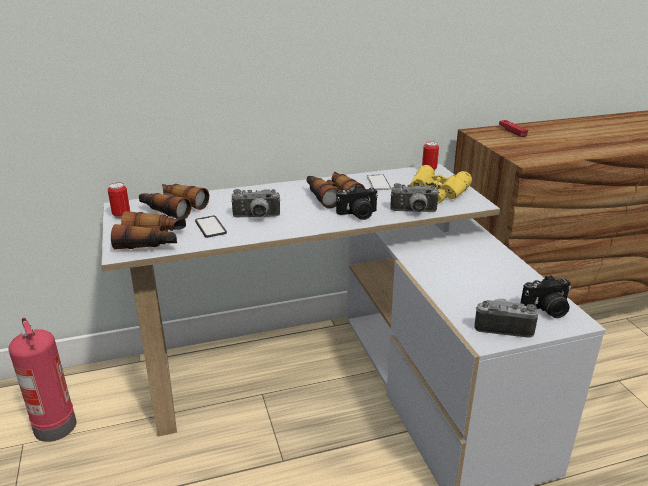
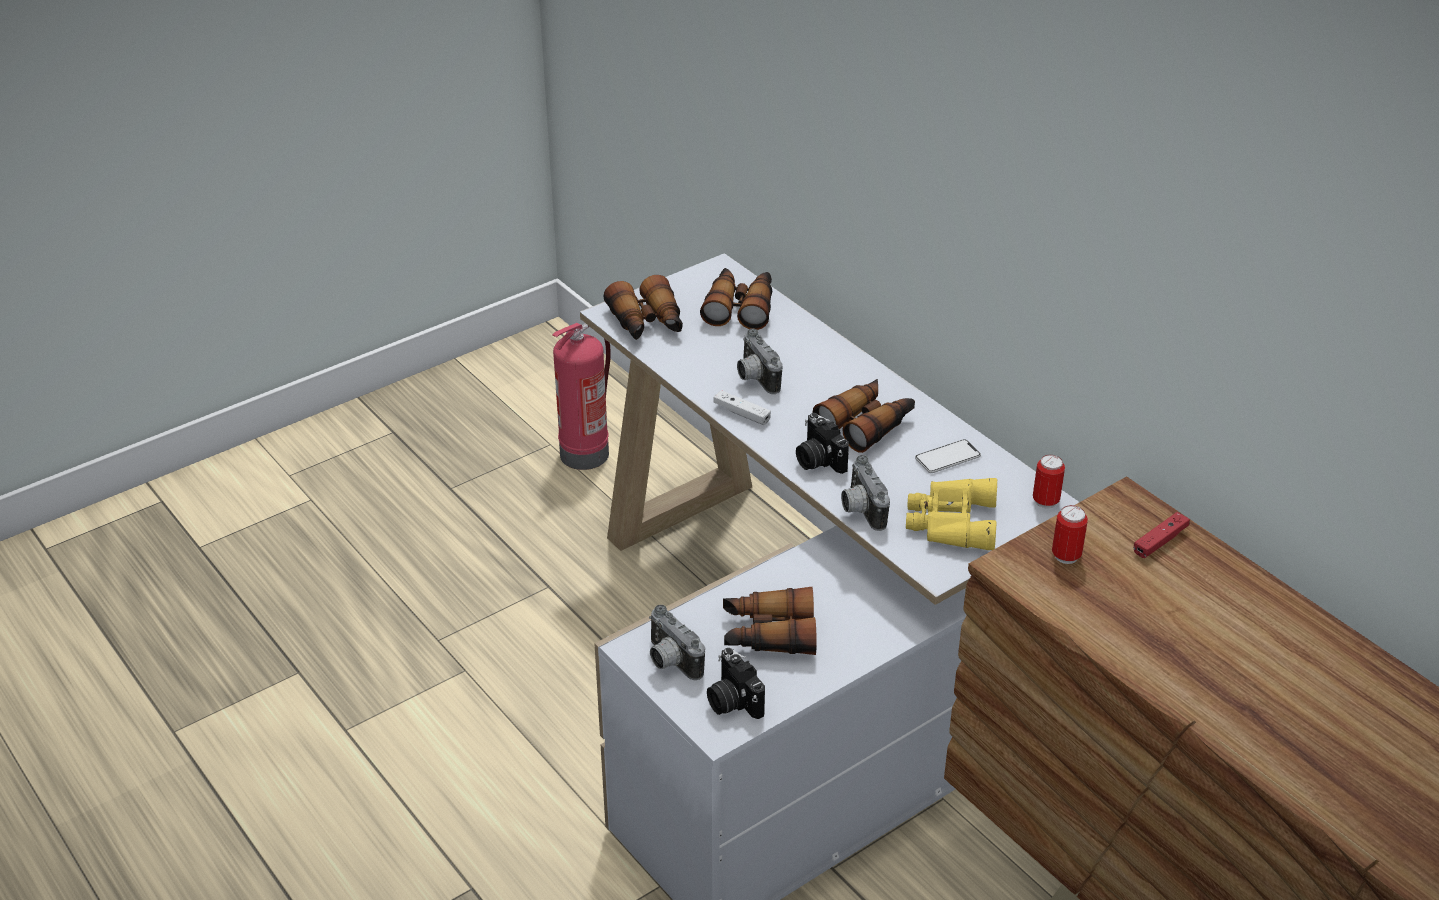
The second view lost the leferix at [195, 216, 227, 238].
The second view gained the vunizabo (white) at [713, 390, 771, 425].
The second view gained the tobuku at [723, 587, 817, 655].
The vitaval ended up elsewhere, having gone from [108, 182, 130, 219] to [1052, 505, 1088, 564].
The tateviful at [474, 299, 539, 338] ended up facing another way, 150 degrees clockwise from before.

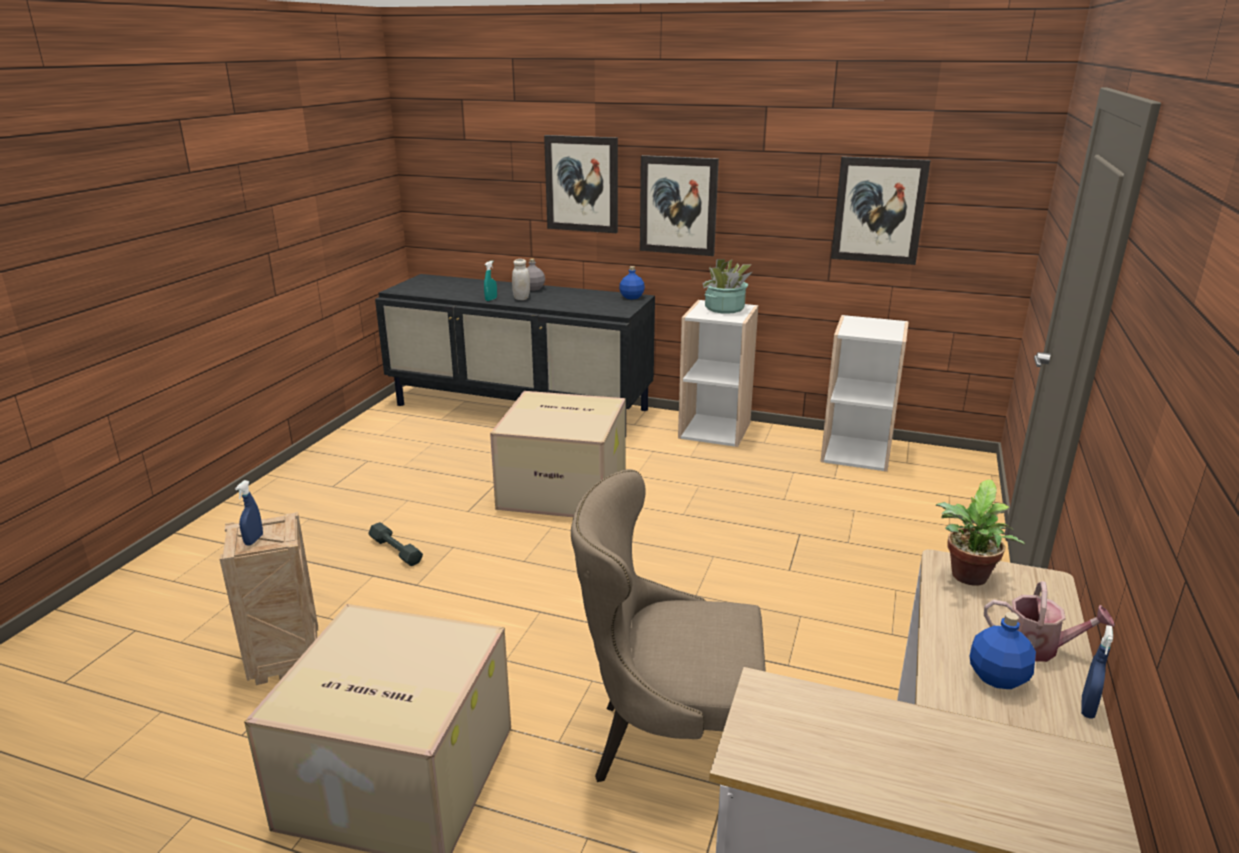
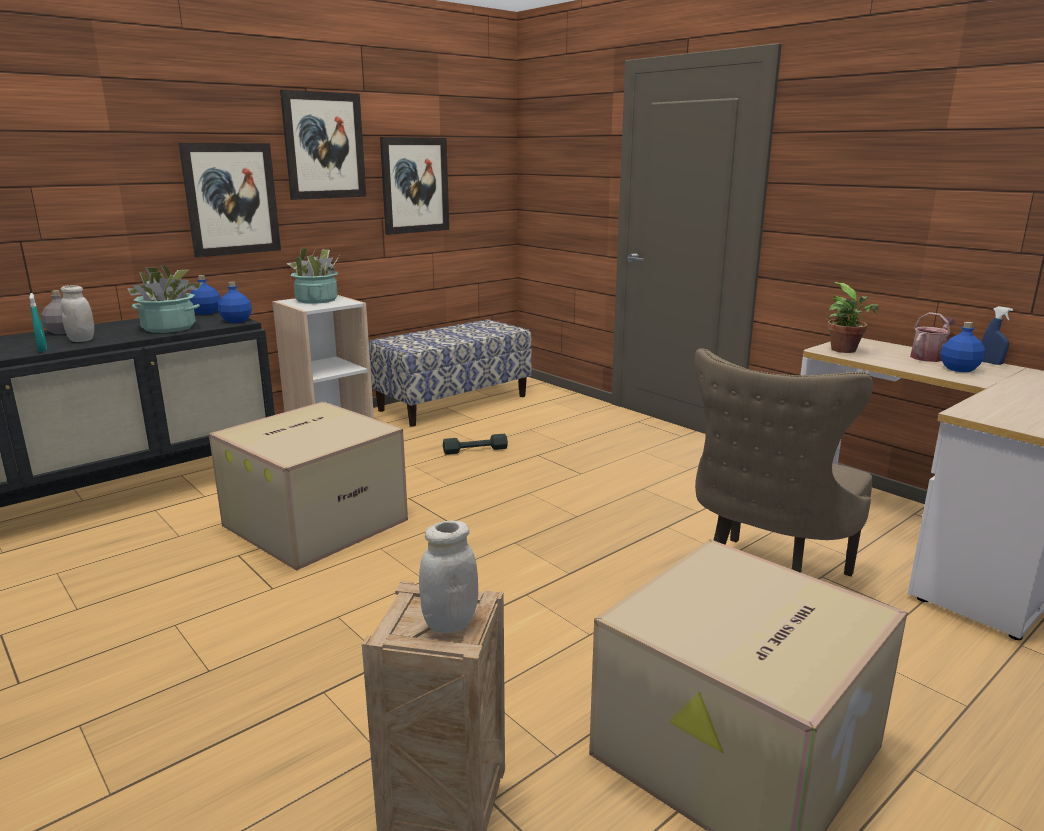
The second view gained the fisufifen at [127, 265, 204, 333].
The second view gained the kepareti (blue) at [218, 282, 252, 323].
The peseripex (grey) ended up elsewhere, having gone from [368, 522, 423, 566] to [443, 434, 508, 455].
The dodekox ended up elsewhere, having gone from [544, 135, 618, 233] to [280, 90, 366, 200].
Where the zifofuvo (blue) stood at [235, 480, 263, 545], the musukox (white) came to stand at [419, 520, 478, 633].
Where the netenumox stood at [820, 315, 909, 472], the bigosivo came to stand at [369, 319, 532, 427].

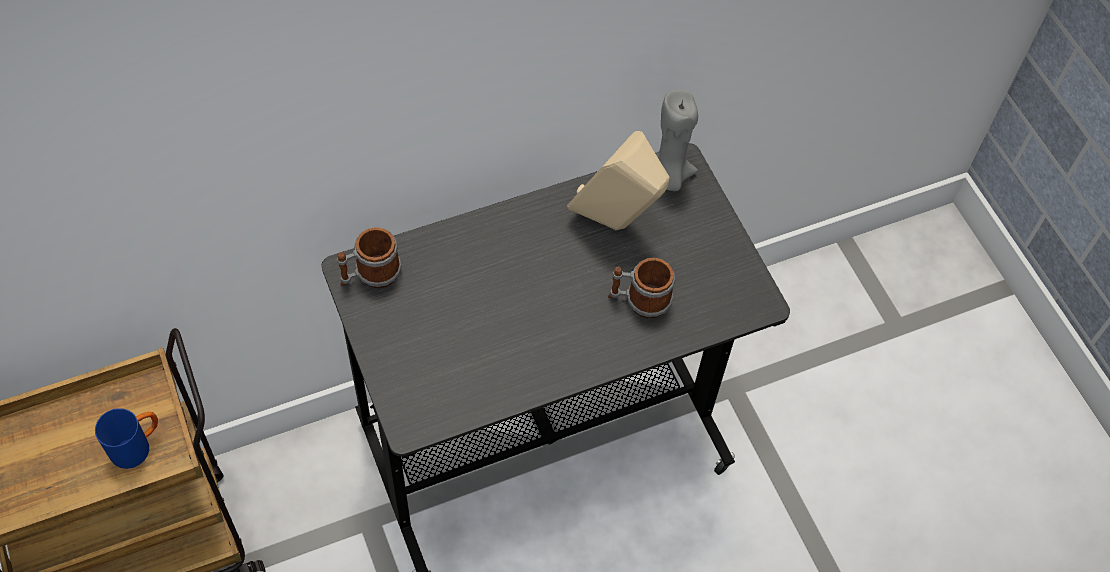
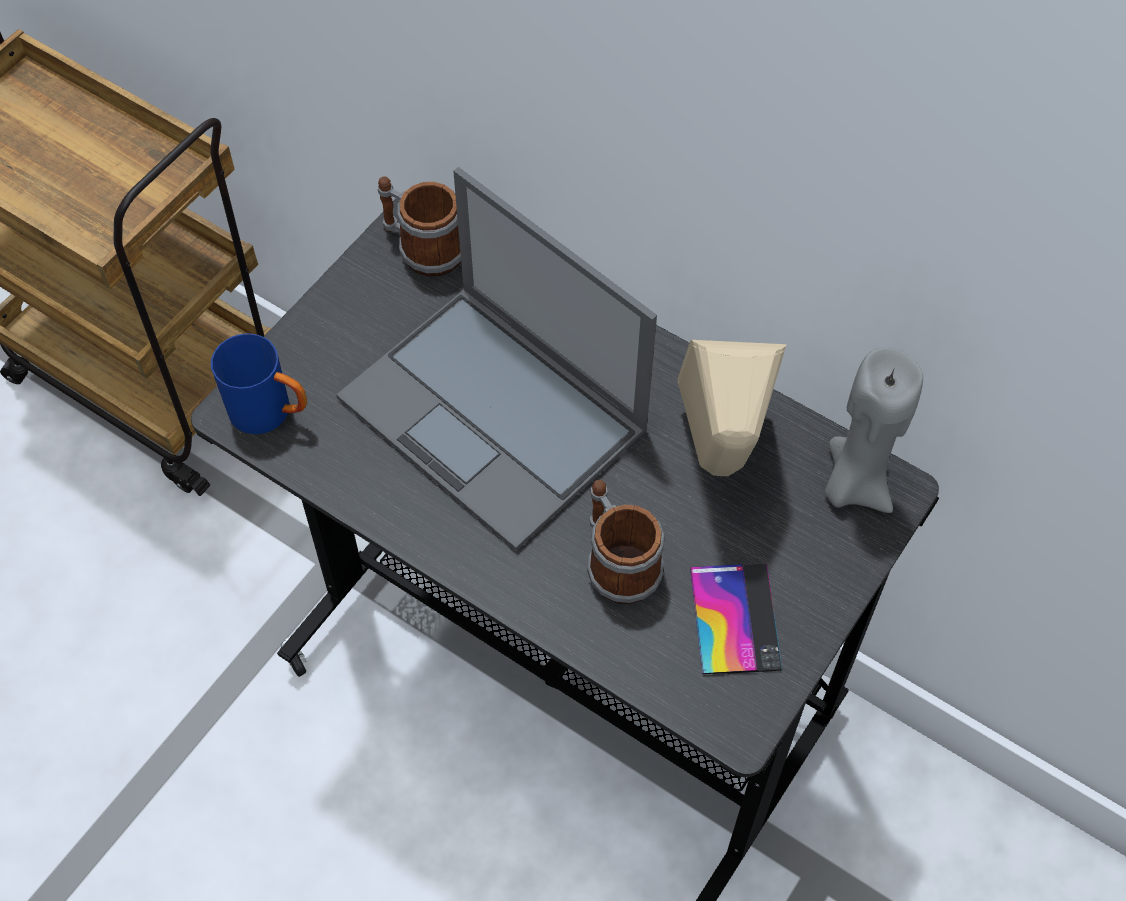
The second view gained the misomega at [336, 167, 657, 551].
The second view gained the leferix at [690, 564, 782, 674].
The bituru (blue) ended up elsewhere, having gone from [95, 408, 158, 469] to [211, 333, 307, 434].

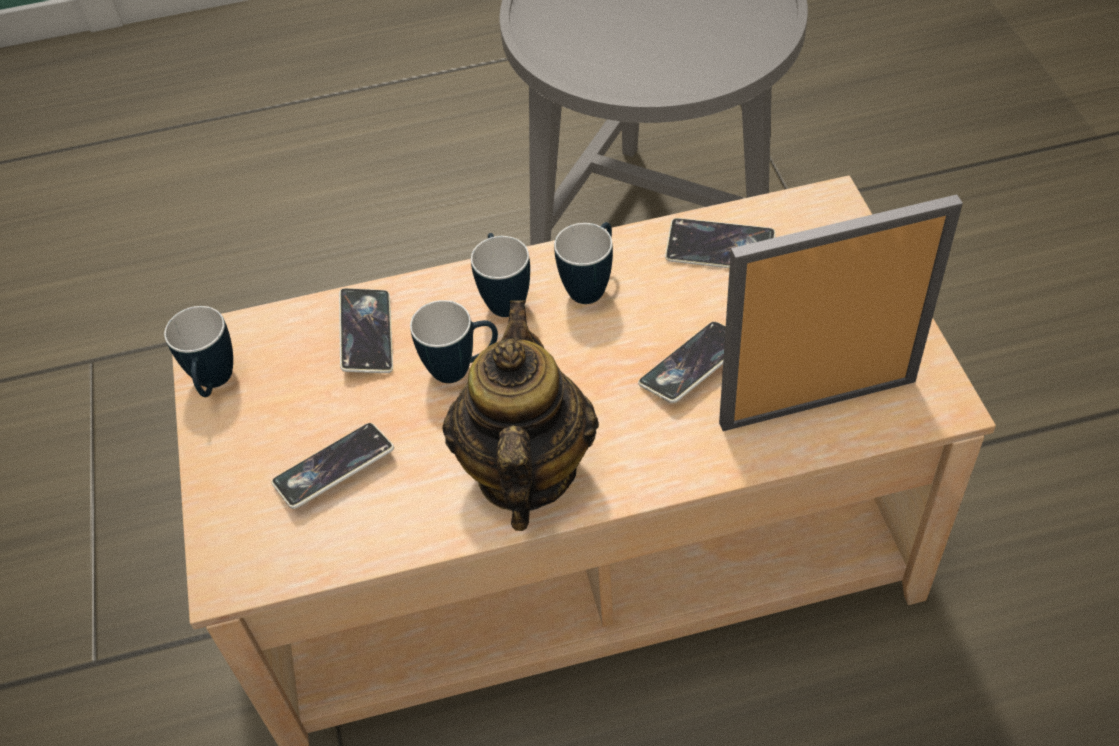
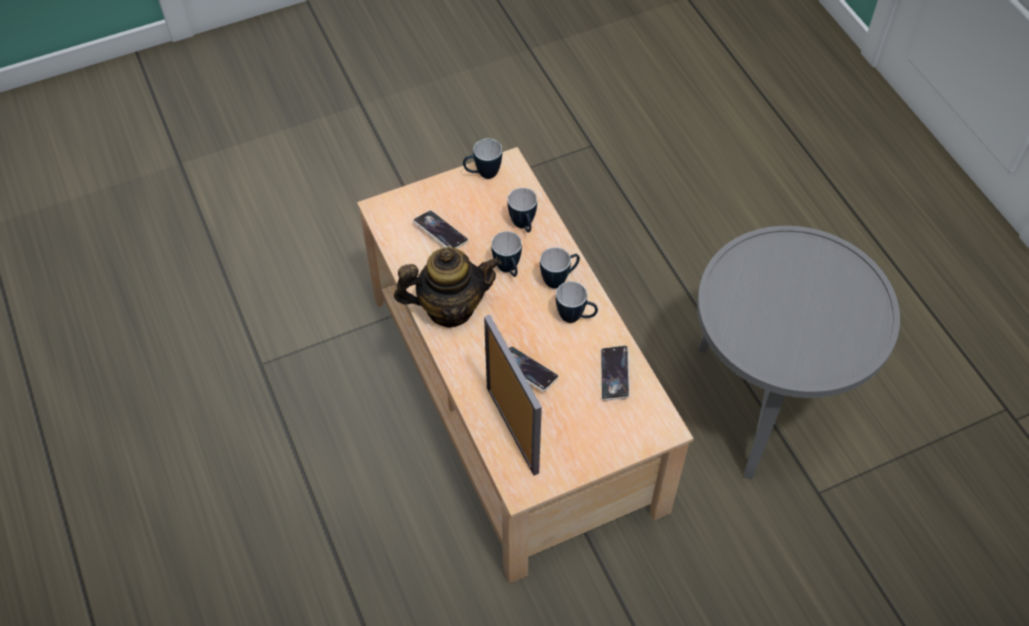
Where the leferix stood at [339, 288, 393, 373], the bituru came to stand at [508, 188, 537, 233].

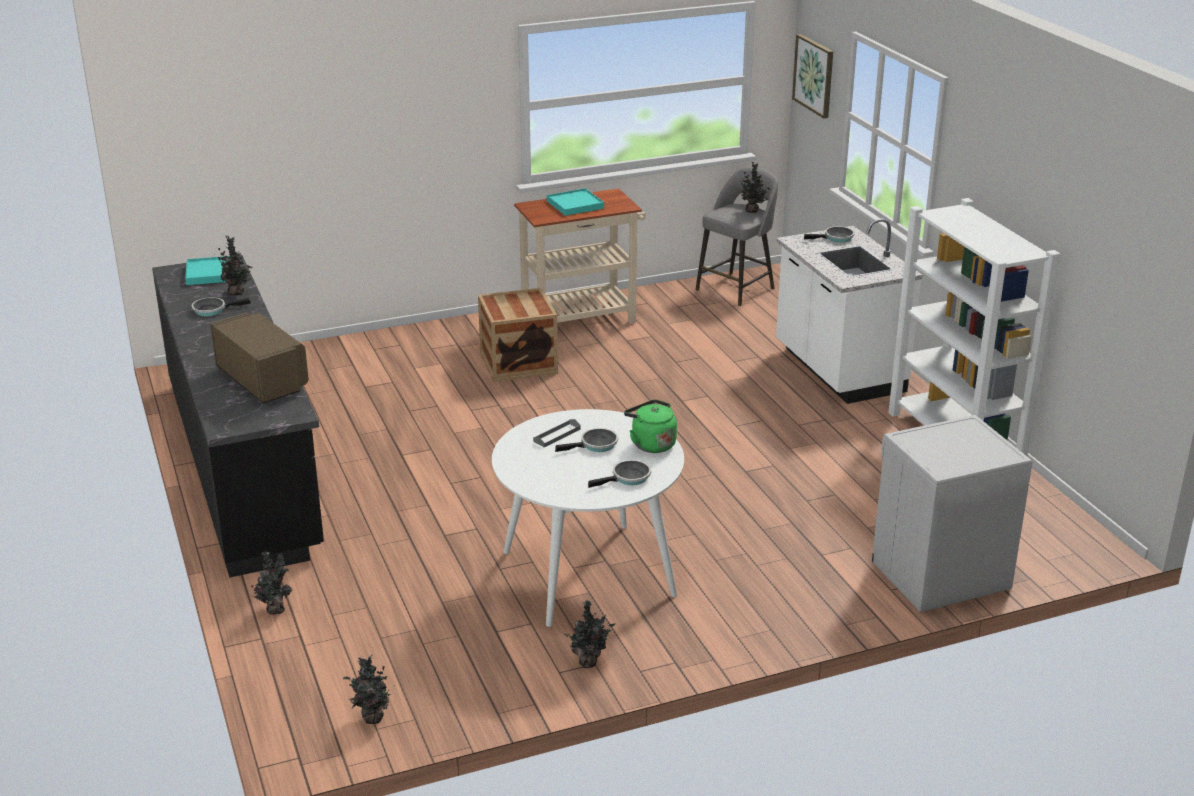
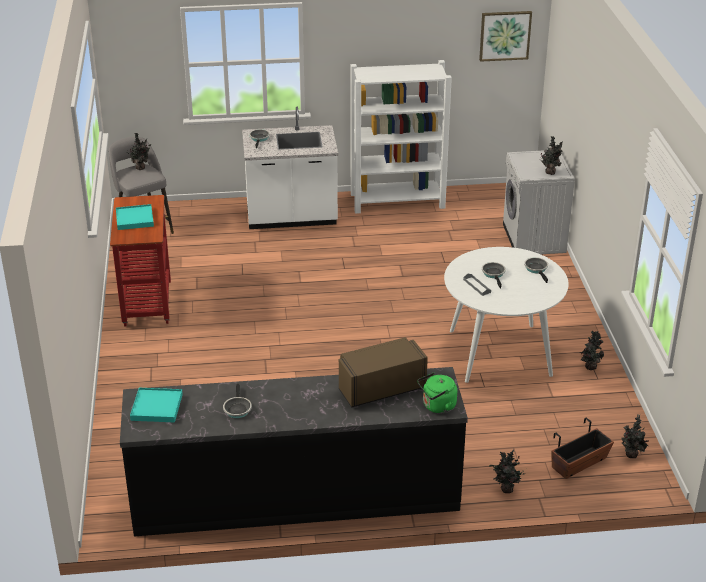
The second view lost the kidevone at [478, 288, 558, 382].
The second view gained the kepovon at [551, 418, 614, 479].
The fisufifen ended up elsewhere, having gone from [214, 236, 252, 296] to [541, 136, 563, 175].
The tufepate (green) ended up elsewhere, having gone from [624, 399, 677, 453] to [417, 373, 457, 413].
The dodekox ended up elsewhere, having gone from [792, 34, 833, 118] to [479, 11, 532, 62].
What was the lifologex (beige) at [514, 189, 646, 324] turned into the lifologex (red) at [110, 195, 171, 326].

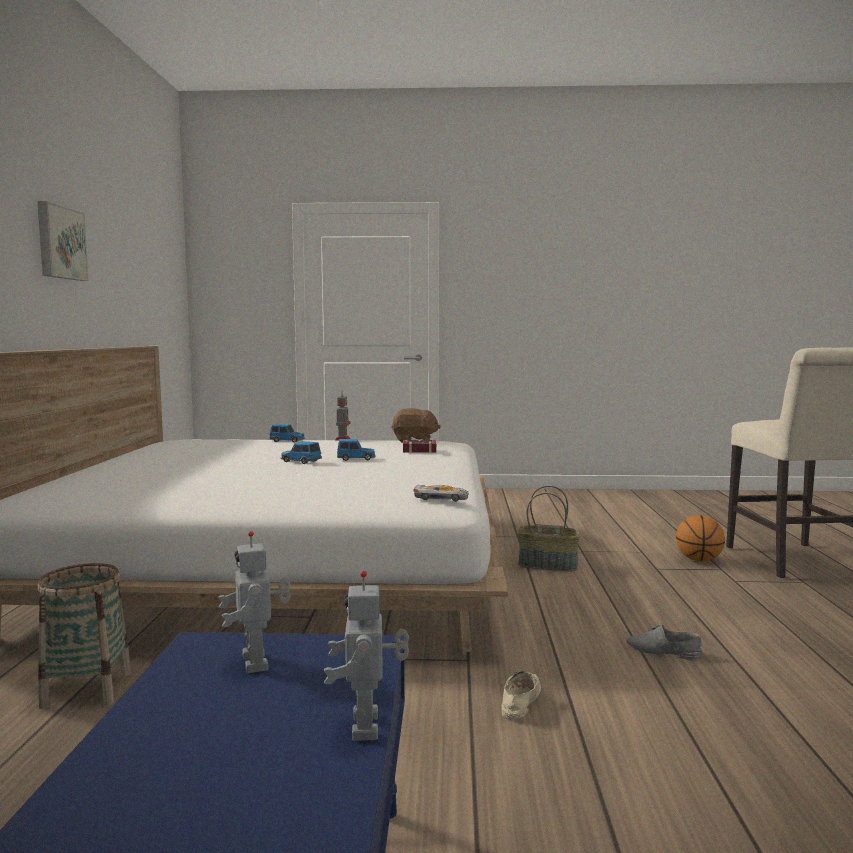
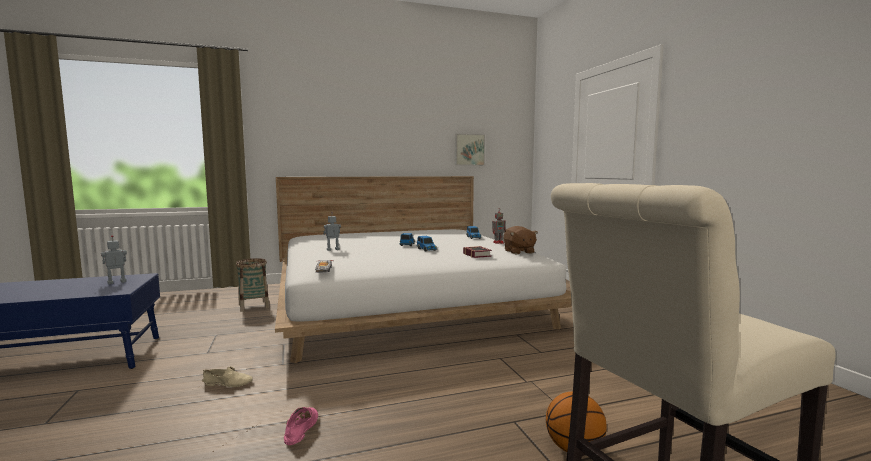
The second view lost the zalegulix at [518, 485, 580, 571].
The dodekox ended up elsewhere, having gone from [37, 201, 89, 281] to [455, 134, 485, 165].
The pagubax ended up elsewhere, having gone from [324, 571, 409, 741] to [323, 212, 341, 251].
What was the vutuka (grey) at [627, 624, 702, 661] turned into the vutuka (pink) at [284, 407, 318, 445].

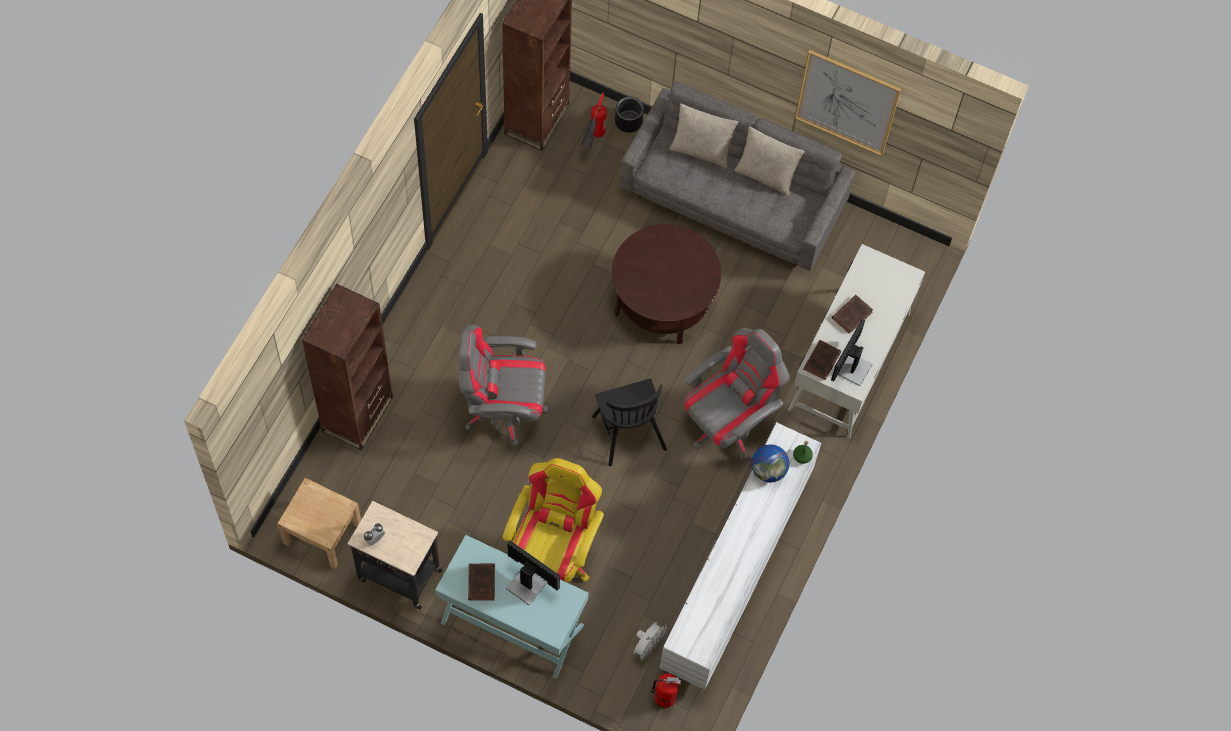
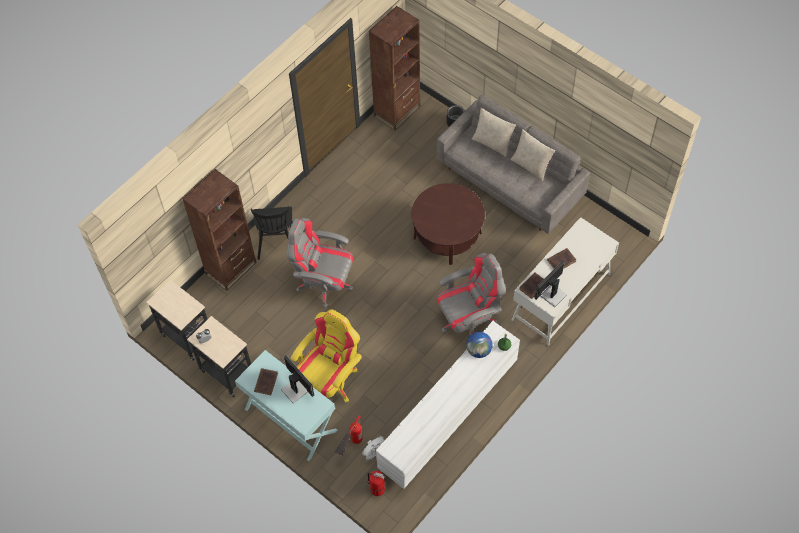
The second view lost the dodekox at [795, 50, 901, 156].
The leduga ended up elsewhere, having gone from [581, 92, 607, 149] to [335, 416, 363, 456].
The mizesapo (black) ended up elsewhere, having gone from [592, 378, 667, 466] to [251, 206, 293, 260].
Where the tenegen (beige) stood at [277, 478, 361, 569], the lifologex came to stand at [146, 280, 207, 361].

